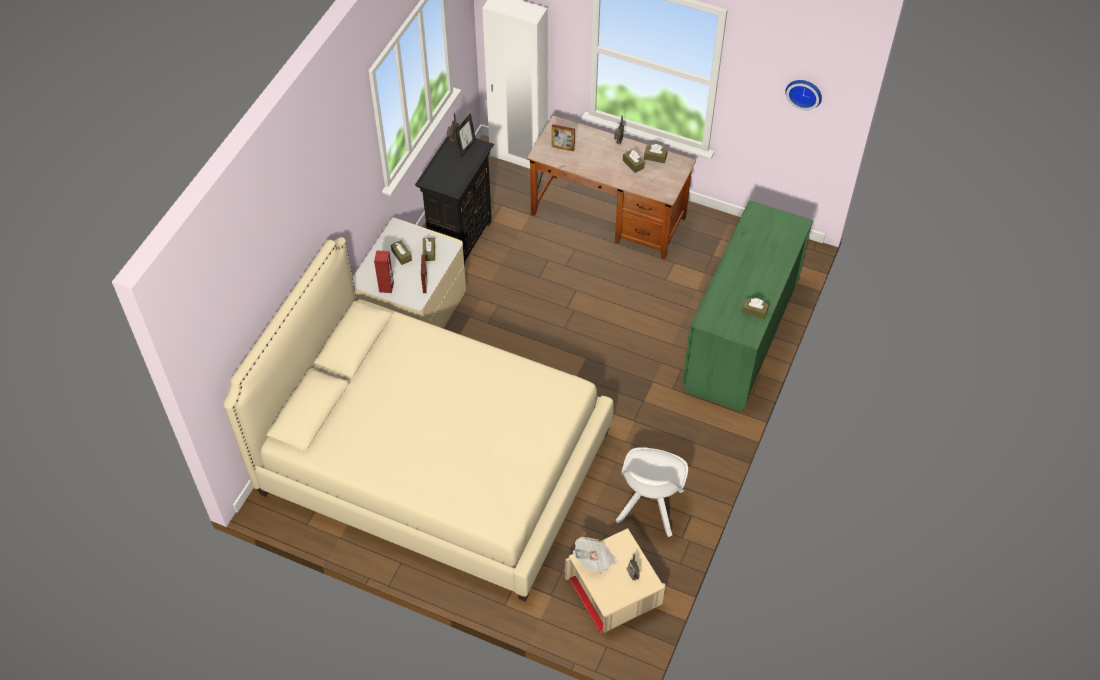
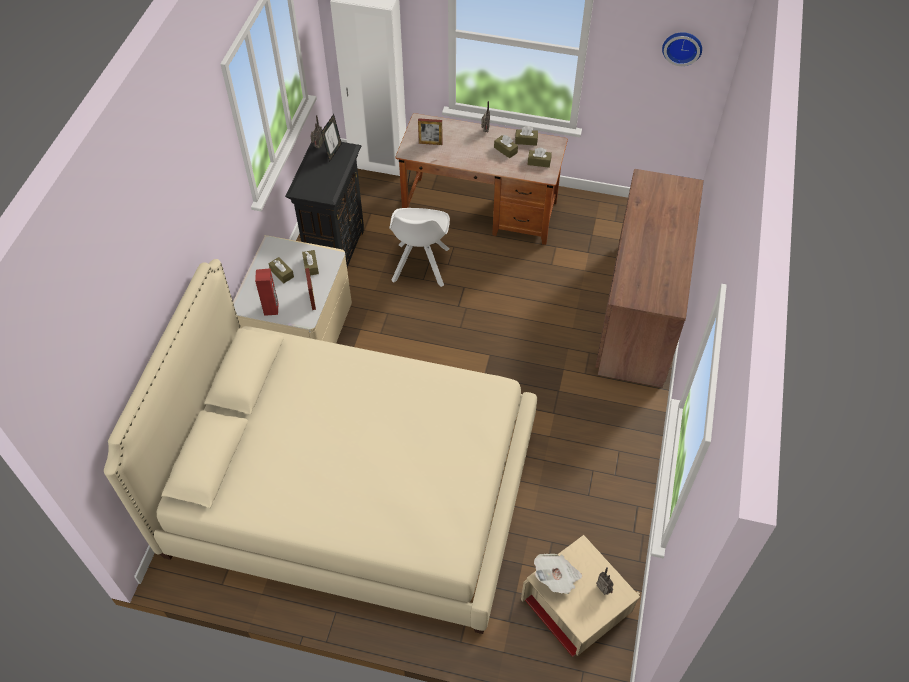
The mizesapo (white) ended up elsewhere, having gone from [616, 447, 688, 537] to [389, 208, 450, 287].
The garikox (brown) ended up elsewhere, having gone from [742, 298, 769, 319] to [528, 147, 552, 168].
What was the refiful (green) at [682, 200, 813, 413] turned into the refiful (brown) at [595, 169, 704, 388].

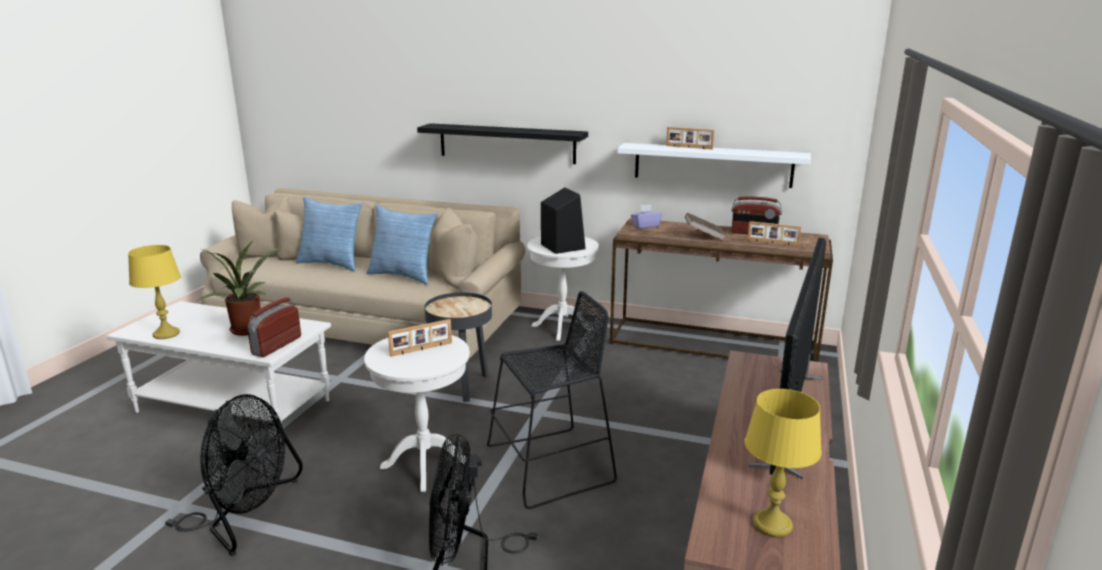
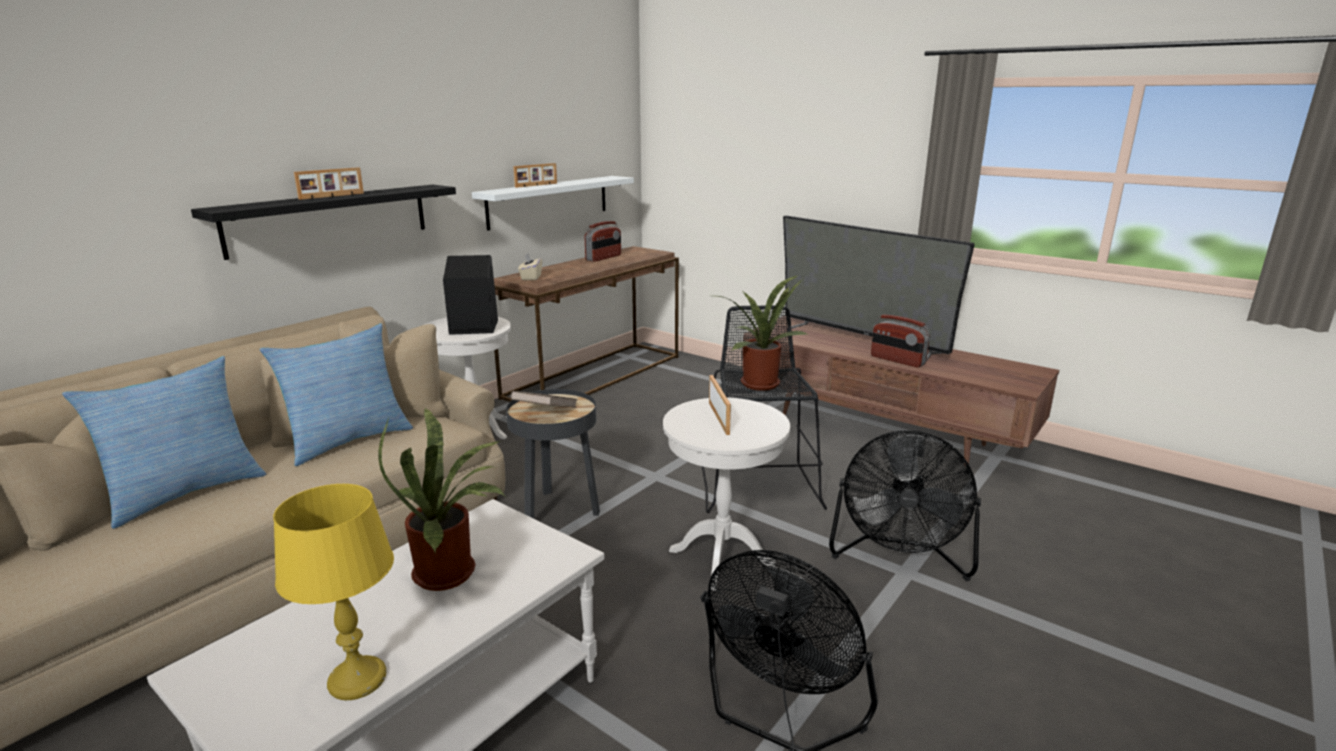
The second view lost the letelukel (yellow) at [745, 389, 822, 537].
The second view gained the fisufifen at [717, 275, 809, 391].
The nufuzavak ended up elsewhere, having gone from [247, 298, 301, 357] to [871, 314, 930, 367].
The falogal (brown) ended up elsewhere, having gone from [685, 213, 726, 240] to [510, 391, 577, 408].
The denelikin ended up elsewhere, having gone from [747, 221, 801, 246] to [294, 167, 364, 200].
What was the garikox (purple) at [631, 204, 662, 229] turned into the garikox (beige) at [518, 253, 542, 280].

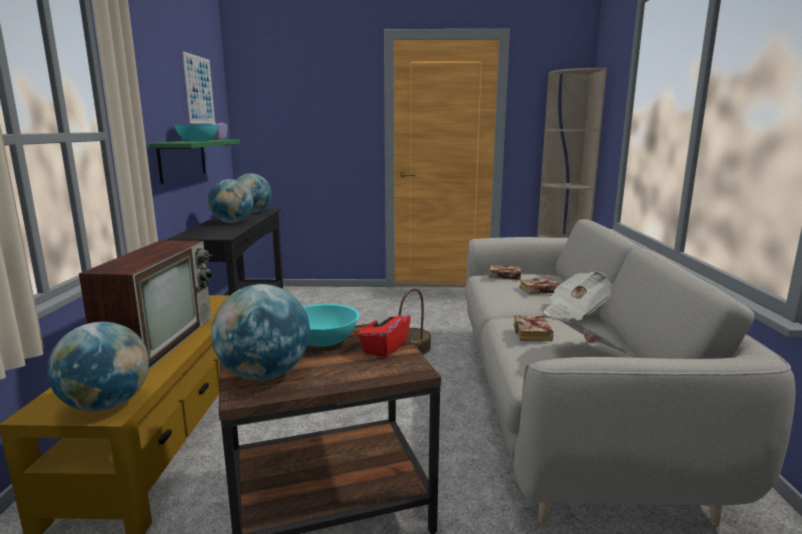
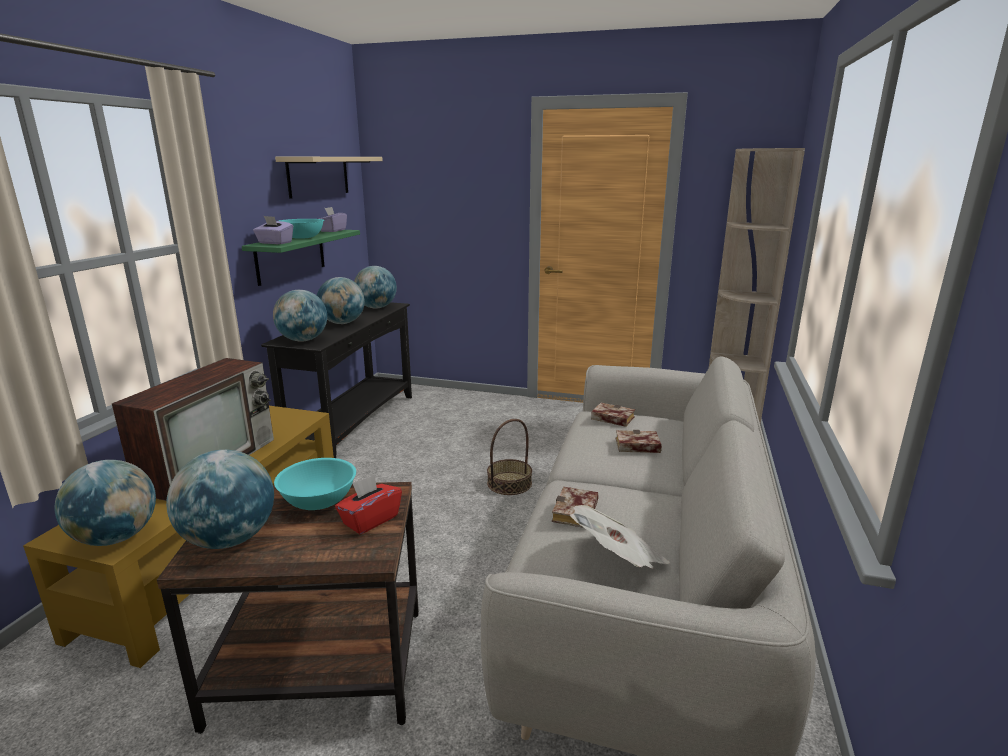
The second view lost the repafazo at [544, 271, 612, 320].
The second view gained the garikox (purple) at [253, 216, 293, 244].
The second view gained the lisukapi at [273, 290, 327, 342].
Where the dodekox hung at [182, 51, 215, 124], the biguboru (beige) came to hang at [275, 157, 383, 199].

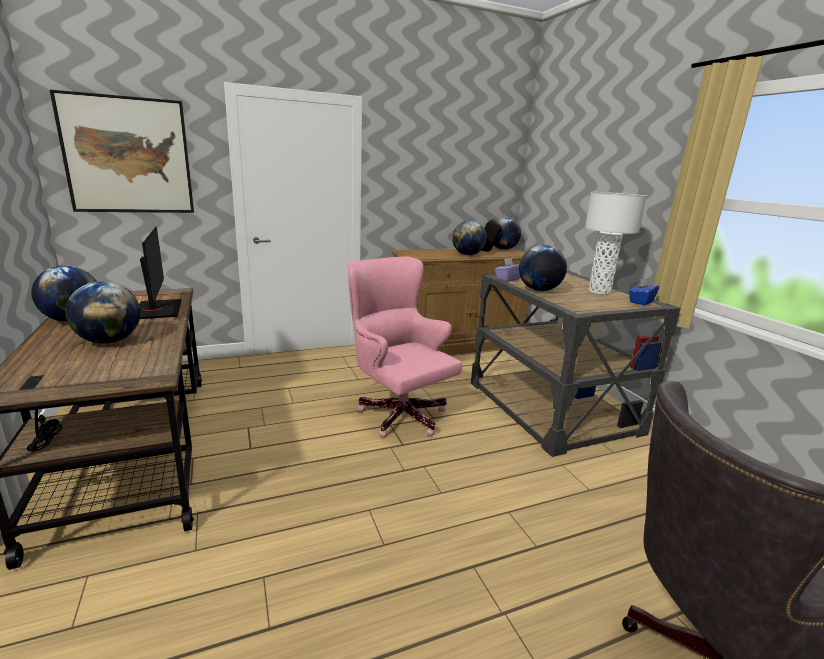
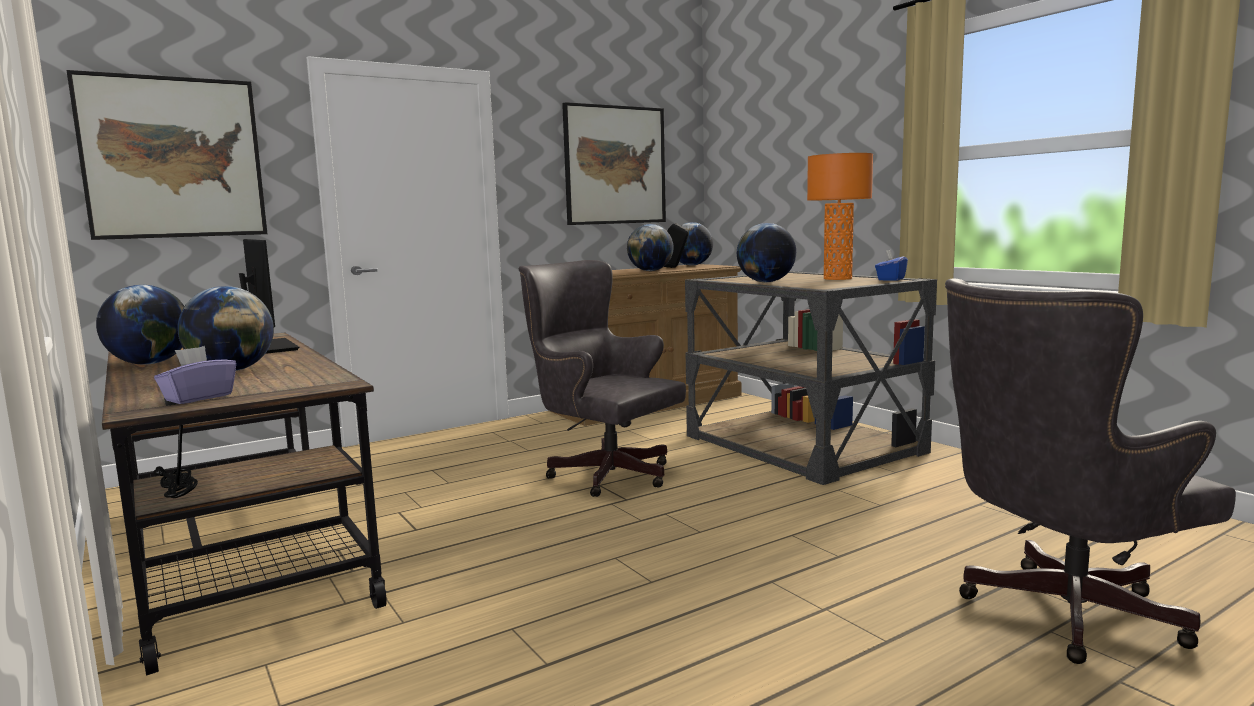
The second view gained the dodekox at [562, 102, 666, 225].
The garikox (purple) ended up elsewhere, having gone from [495, 258, 520, 282] to [154, 346, 236, 404].
What was the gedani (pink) at [347, 256, 462, 438] turned into the gedani (grey) at [518, 260, 686, 497].
What was the letelukel (white) at [585, 192, 647, 295] turned into the letelukel (orange) at [807, 153, 873, 280].

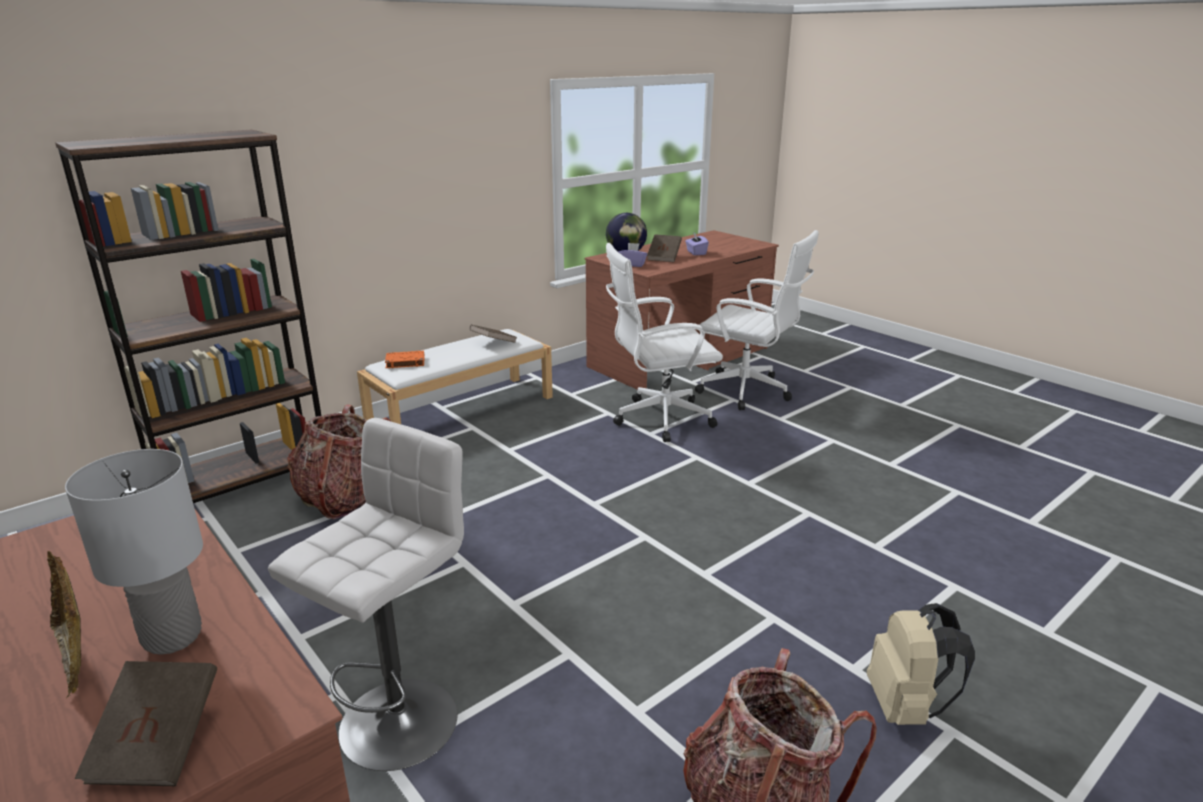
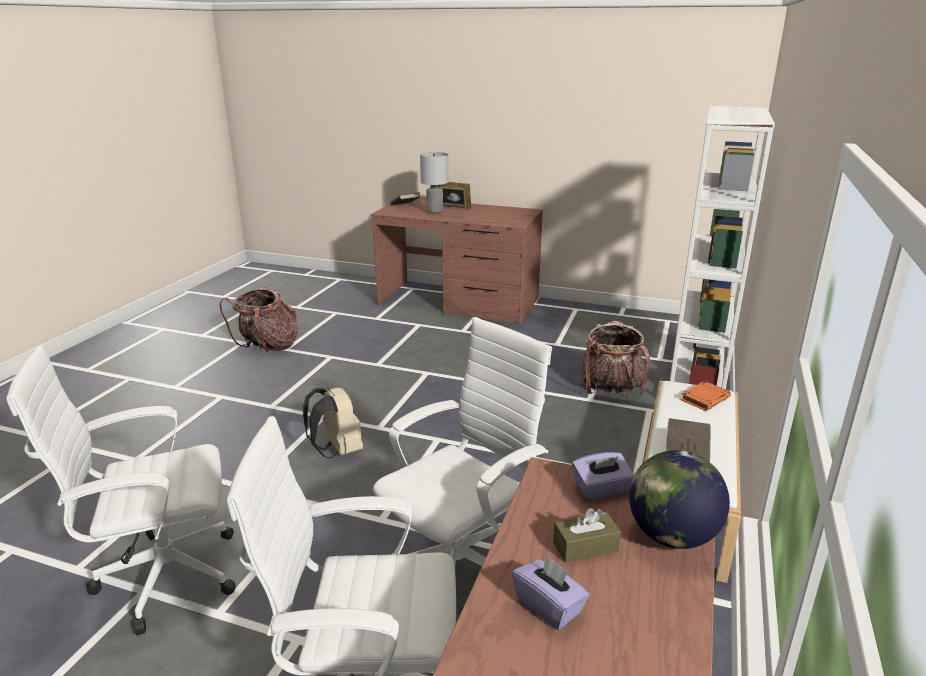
The second view lost the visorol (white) at [268, 418, 464, 771].
The second view gained the gedani (white) at [6, 346, 236, 635].
The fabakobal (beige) ended up elsewhere, having gone from [867, 603, 975, 725] to [302, 387, 363, 459].
Where the falogal (brown) stood at [647, 234, 682, 262], the garikox (brown) came to stand at [553, 508, 621, 563].
What was the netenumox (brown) at [55, 130, 321, 503] turned into the netenumox (white) at [670, 106, 775, 389].

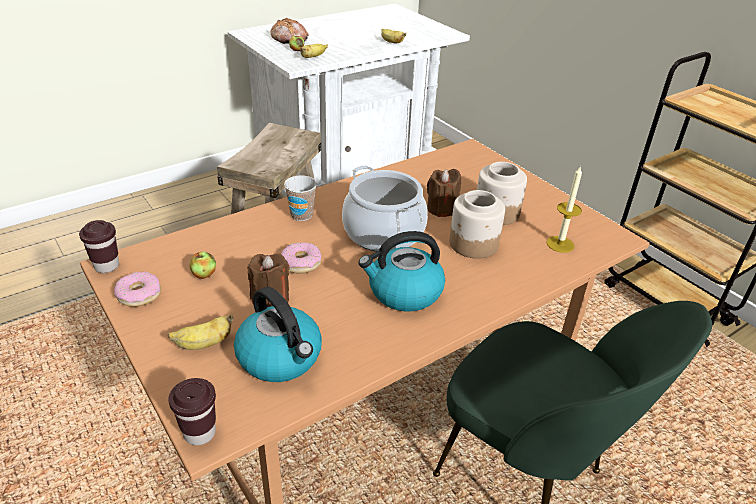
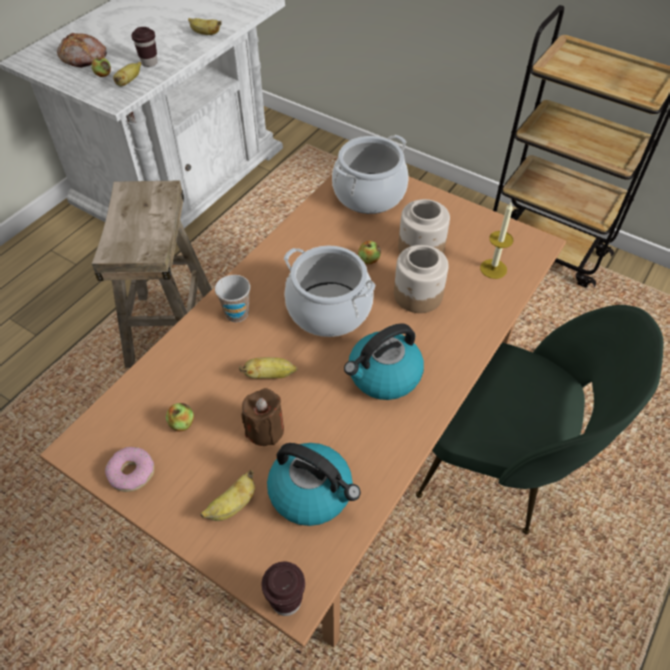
The second view gained the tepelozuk at [332, 135, 409, 214].
The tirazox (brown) ended up elsewhere, having gone from [79, 220, 119, 273] to [131, 27, 158, 67].
Where the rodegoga stood at [281, 242, 321, 274], the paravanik came to stand at [239, 357, 298, 379].
Where the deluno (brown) stood at [427, 169, 461, 217], the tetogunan came to stand at [358, 241, 381, 264].

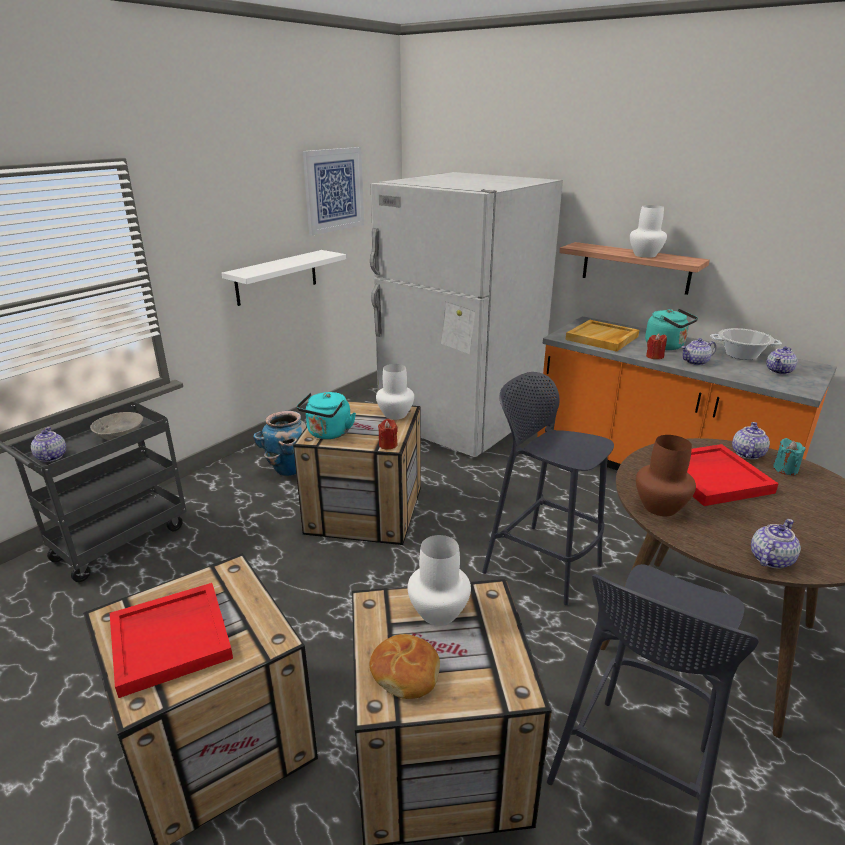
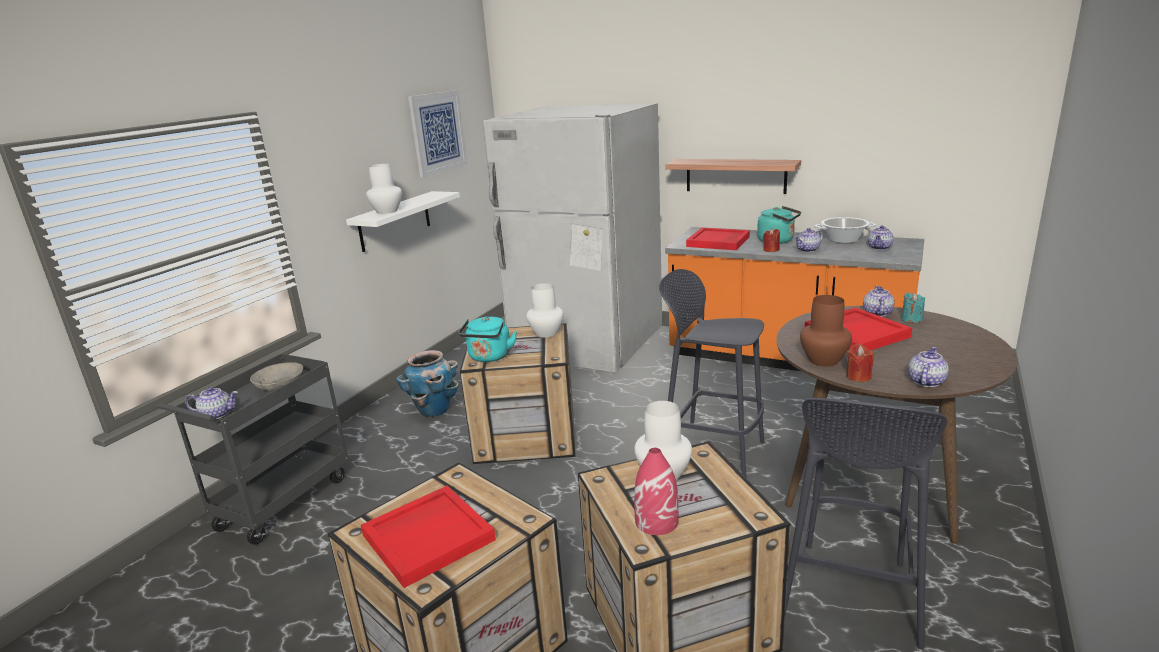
The deluno (red) ended up elsewhere, having gone from [378, 419, 398, 449] to [846, 344, 874, 382].
The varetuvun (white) ended up elsewhere, having gone from [630, 205, 667, 258] to [366, 164, 402, 214].
Where the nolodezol stood at [370, 634, 440, 699], the varetuvun (red) came to stand at [634, 448, 679, 535].
What was the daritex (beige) at [565, 320, 639, 352] turned into the daritex (red) at [686, 228, 750, 250].
The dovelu at [31, 427, 66, 462] ended up facing another way, 120 degrees clockwise from before.

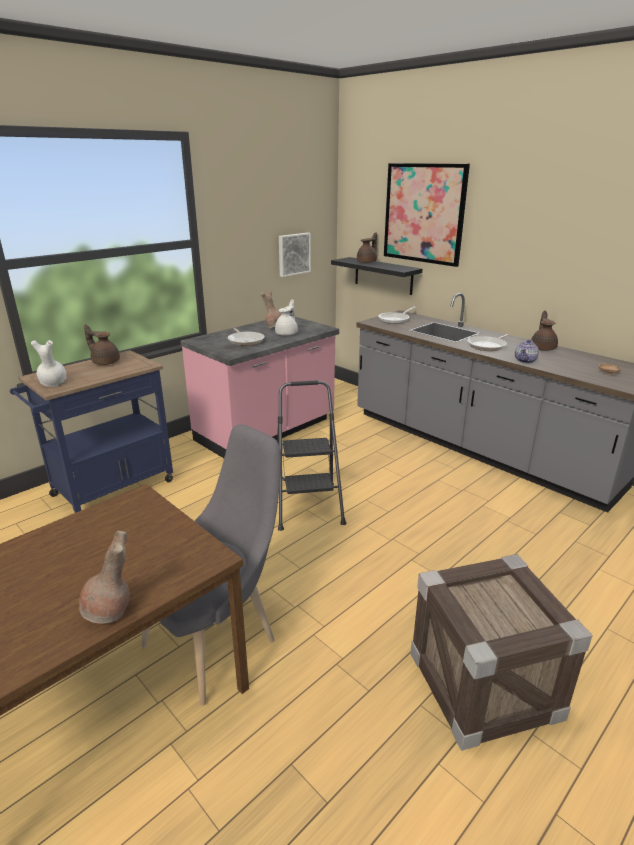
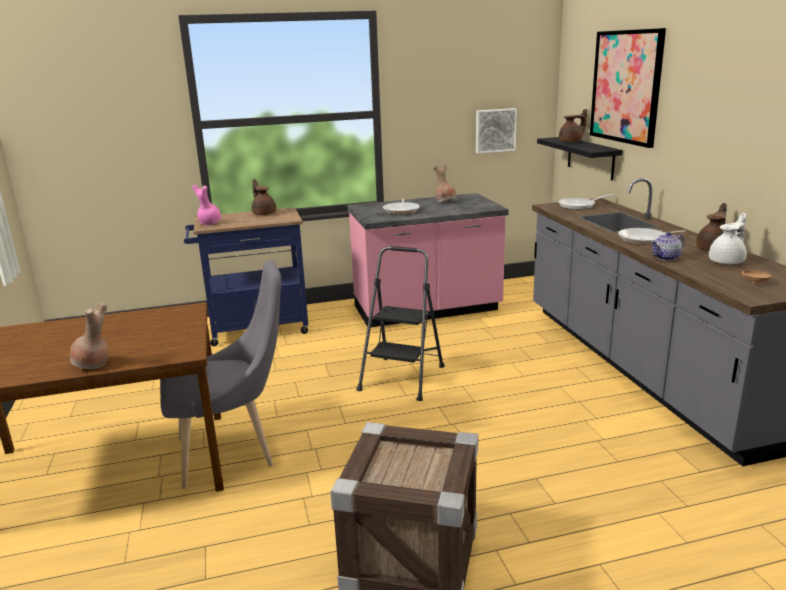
The dovelu (white) ended up elsewhere, having gone from [275, 300, 298, 335] to [709, 213, 747, 264].
What was the varetuvun (white) at [31, 340, 67, 387] turned into the varetuvun (pink) at [192, 185, 221, 226].

